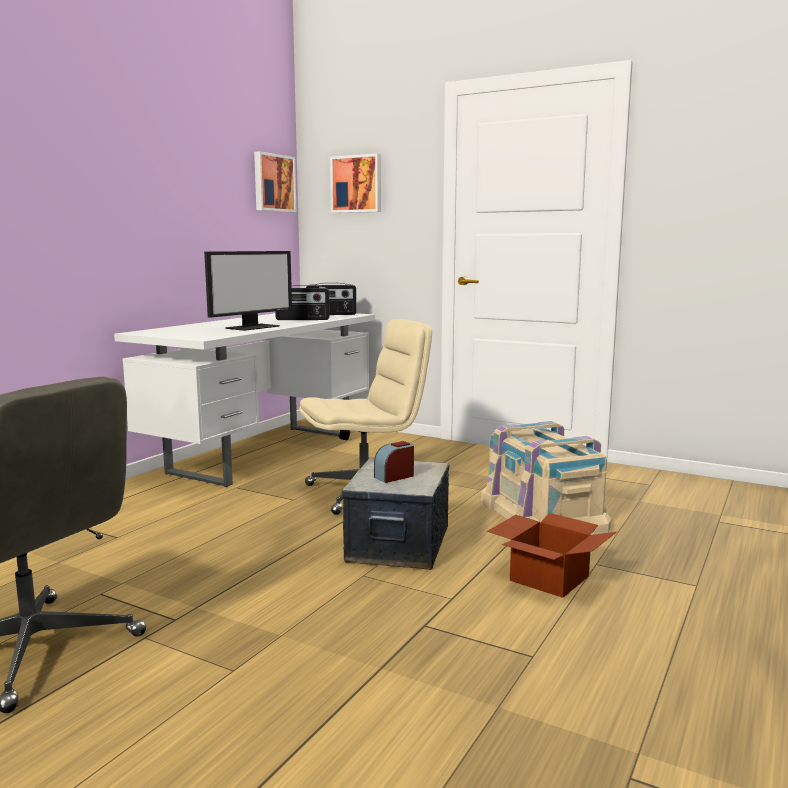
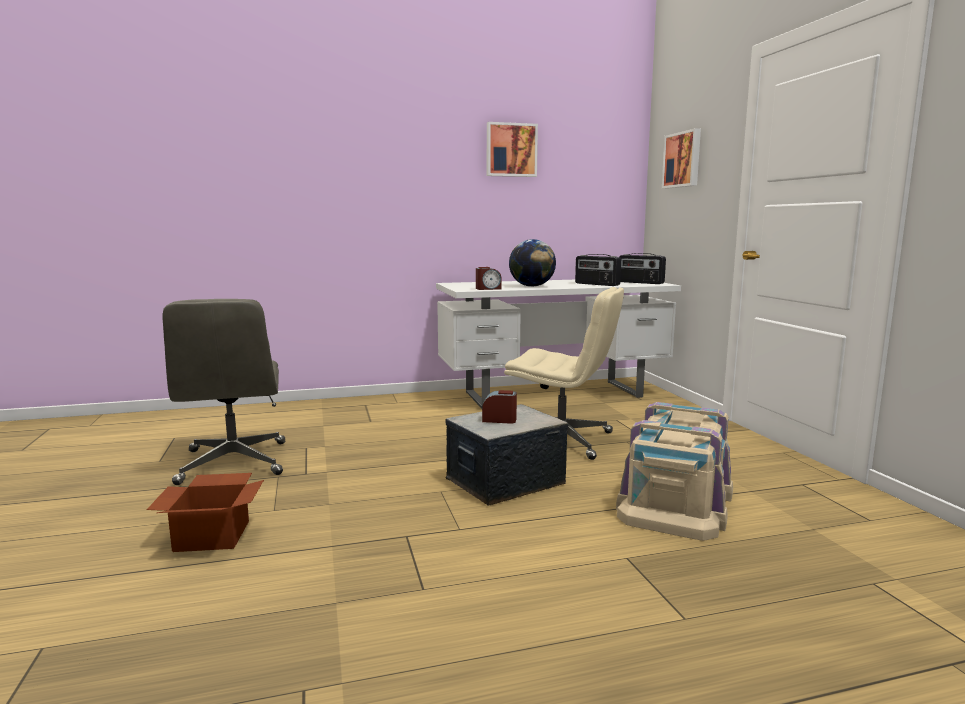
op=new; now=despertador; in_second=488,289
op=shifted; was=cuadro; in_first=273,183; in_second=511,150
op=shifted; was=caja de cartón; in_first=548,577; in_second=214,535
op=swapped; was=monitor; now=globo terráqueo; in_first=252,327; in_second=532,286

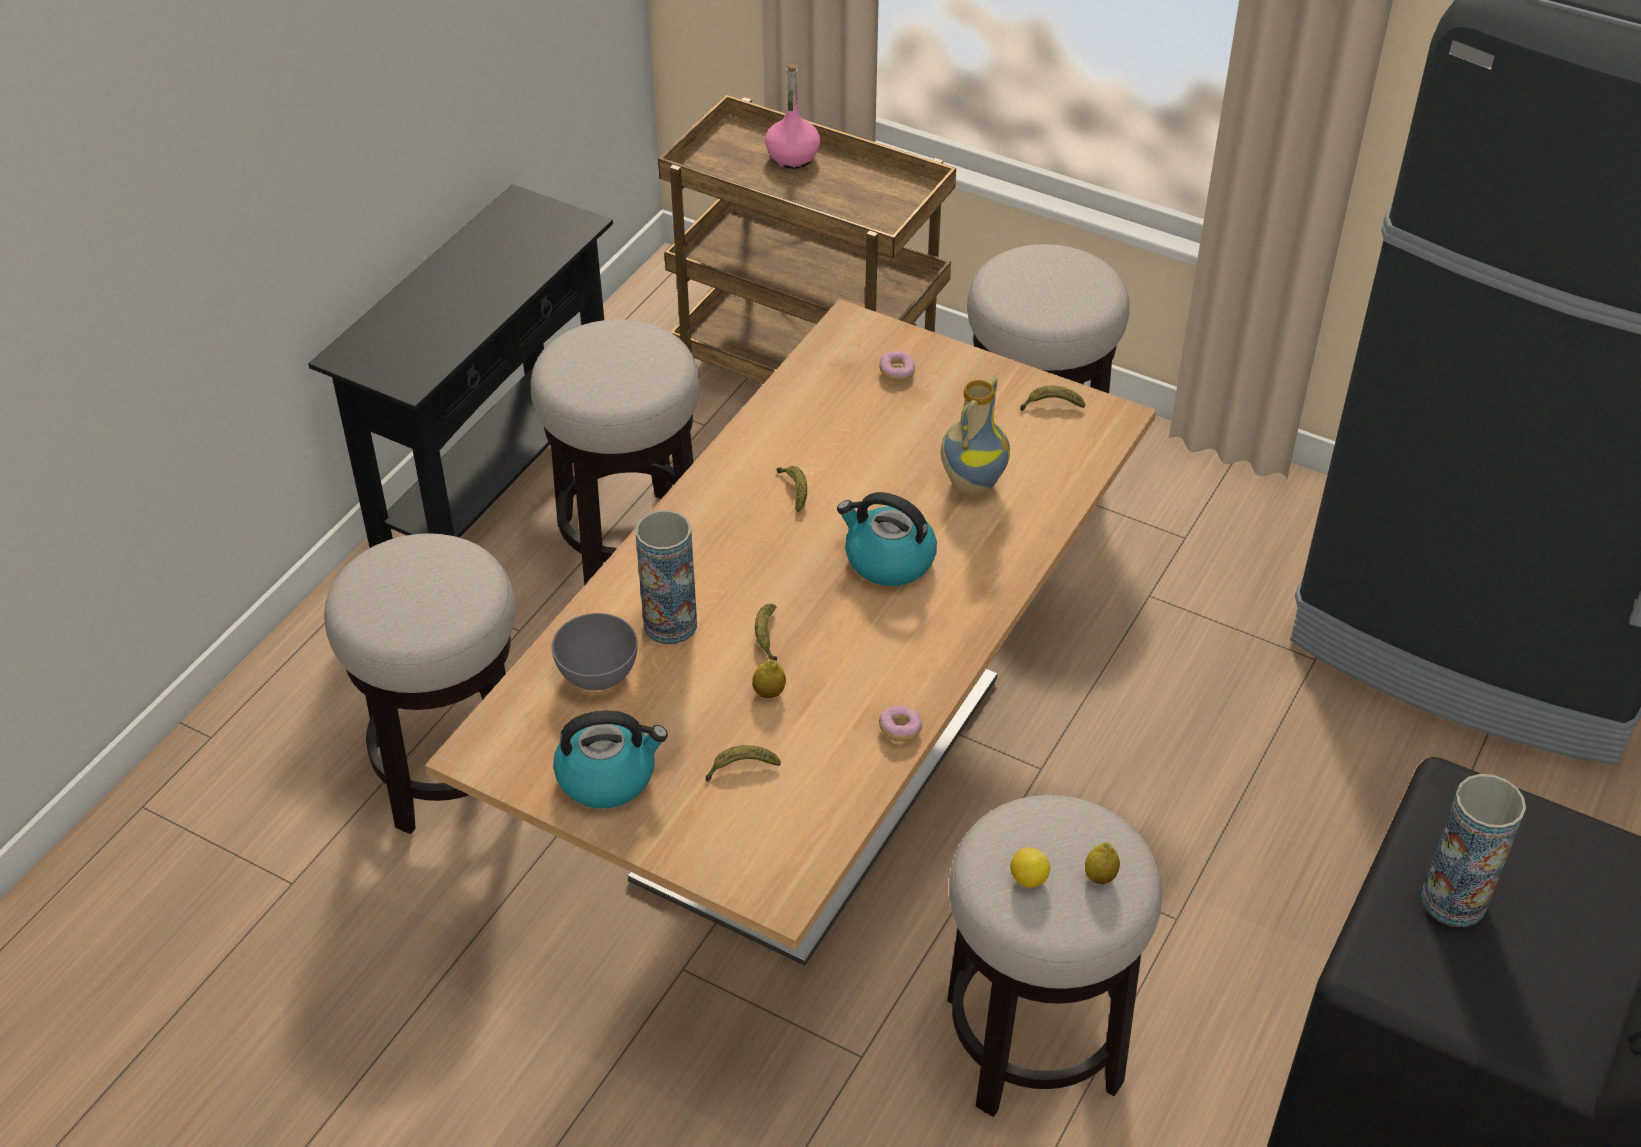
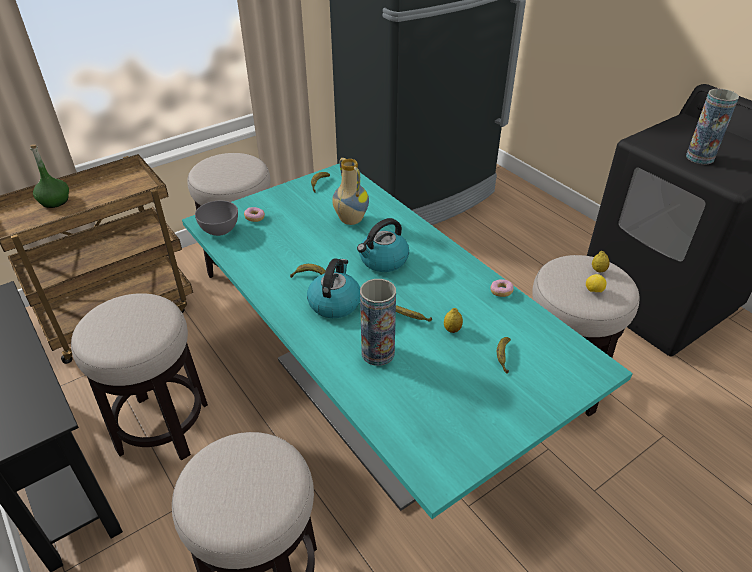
op=shifted; was=cuenco [gris]; in_first=597,674; in_second=219,230
op=shifted; was=hervidor; in_first=608,776; in_second=334,303
op=repainted; was=mesa de comedor [beis]; now=mesa de comedor [turquesa]; in_first=820,777; in_second=376,403
op=repainted; was=botella [rosa]; now=botella [verde]; in_first=793,157; in_second=55,201

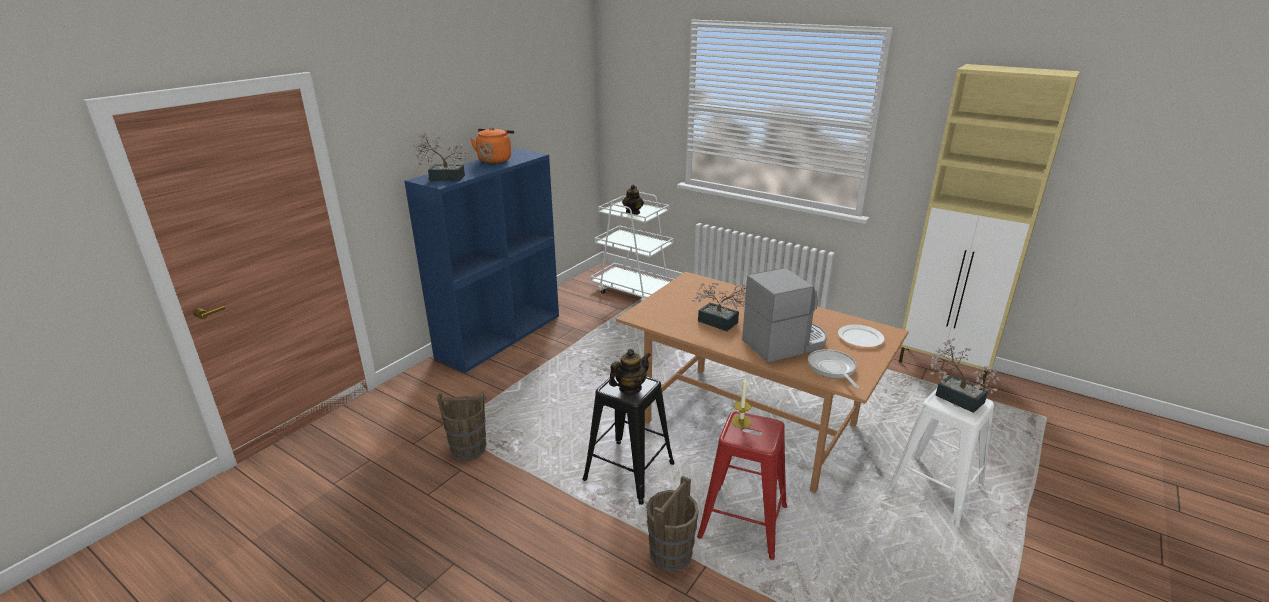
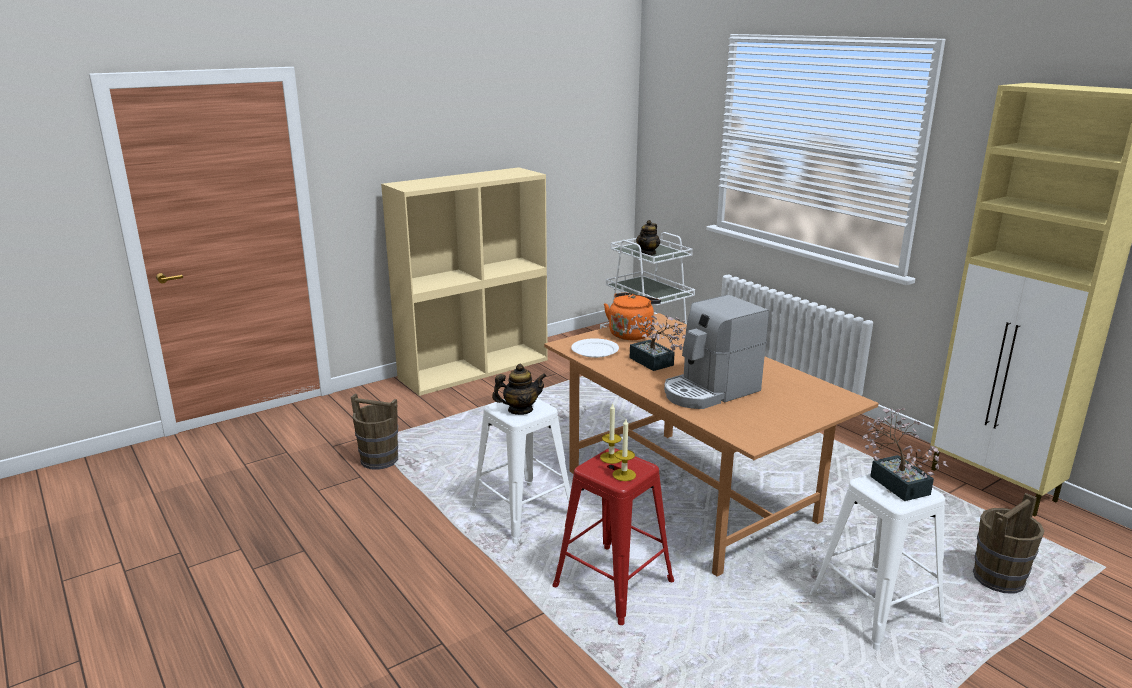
op=gone; was=planta en maceta; in_first=443,178
op=gone; was=sartén; in_first=832,369
op=new; now=vela; in_second=624,475
op=shifted; was=hervidor [naranja]; in_first=495,159; in_second=631,334
op=shifted; was=cubo [marrón]; in_first=671,552; in_second=999,579
op=shifted; was=plato [blanco]; in_first=860,338; in_second=594,350
op=repainted; was=estantería [azul]; now=estantería [beis]; in_first=500,335; in_second=475,368
op=repainted; was=taburete [negro]; now=taburete [blanco]; in_first=627,472; in_second=521,512
op=rotated; was=cafetera; in_first=785,343; in_second=710,391; clockwise=150

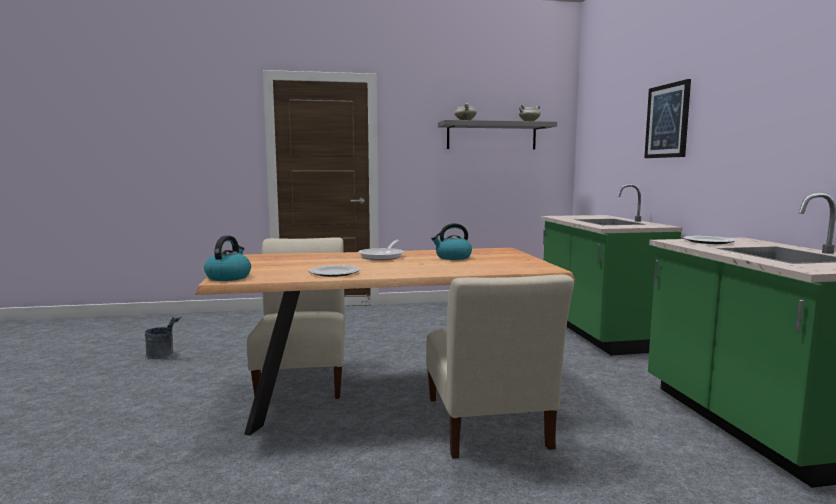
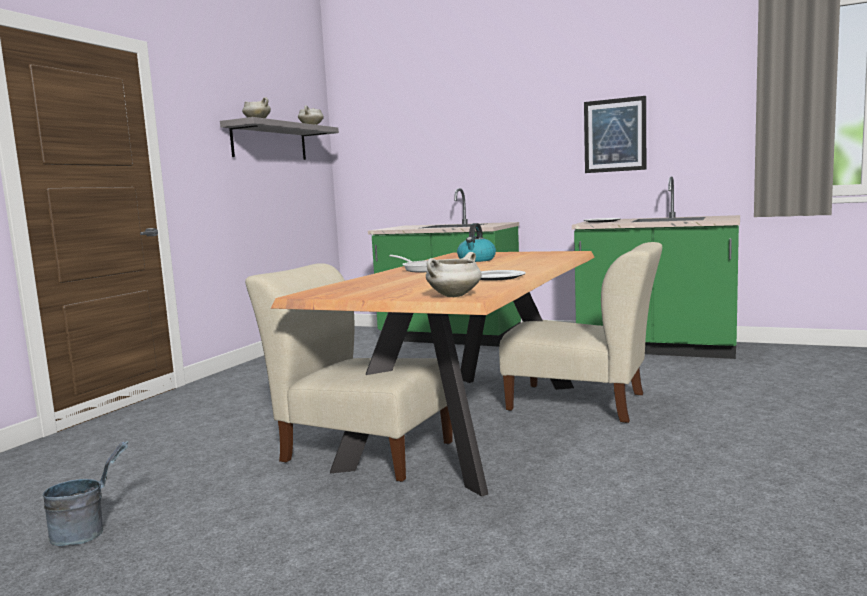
op=shifted; was=cuadro; in_first=667,121; in_second=615,135
op=swapped; was=hervidor; now=olla [blanco]; in_first=228,277; in_second=454,296

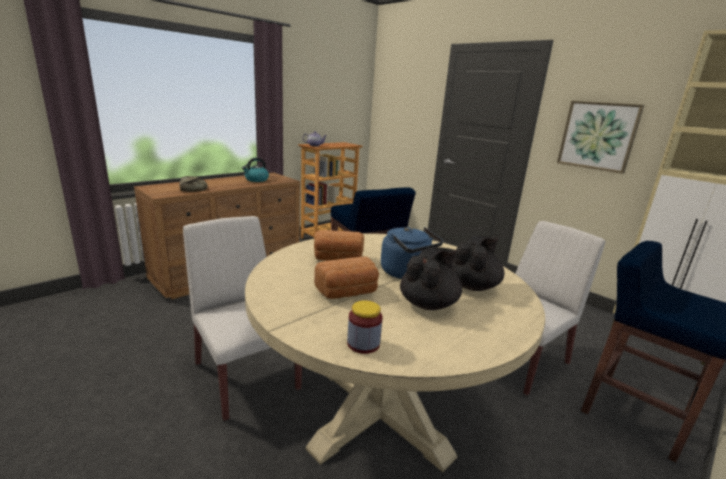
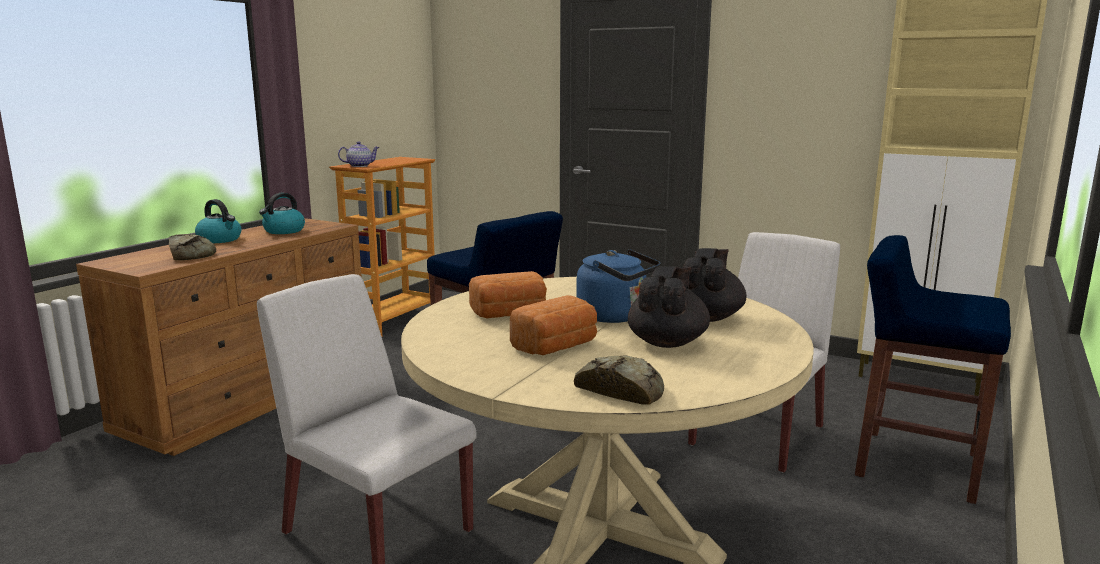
op=gone; was=cuadro; in_first=598,136
op=new; now=hervidor; in_second=220,240
op=swapped; was=tarro; now=pan; in_first=363,344; in_second=621,390

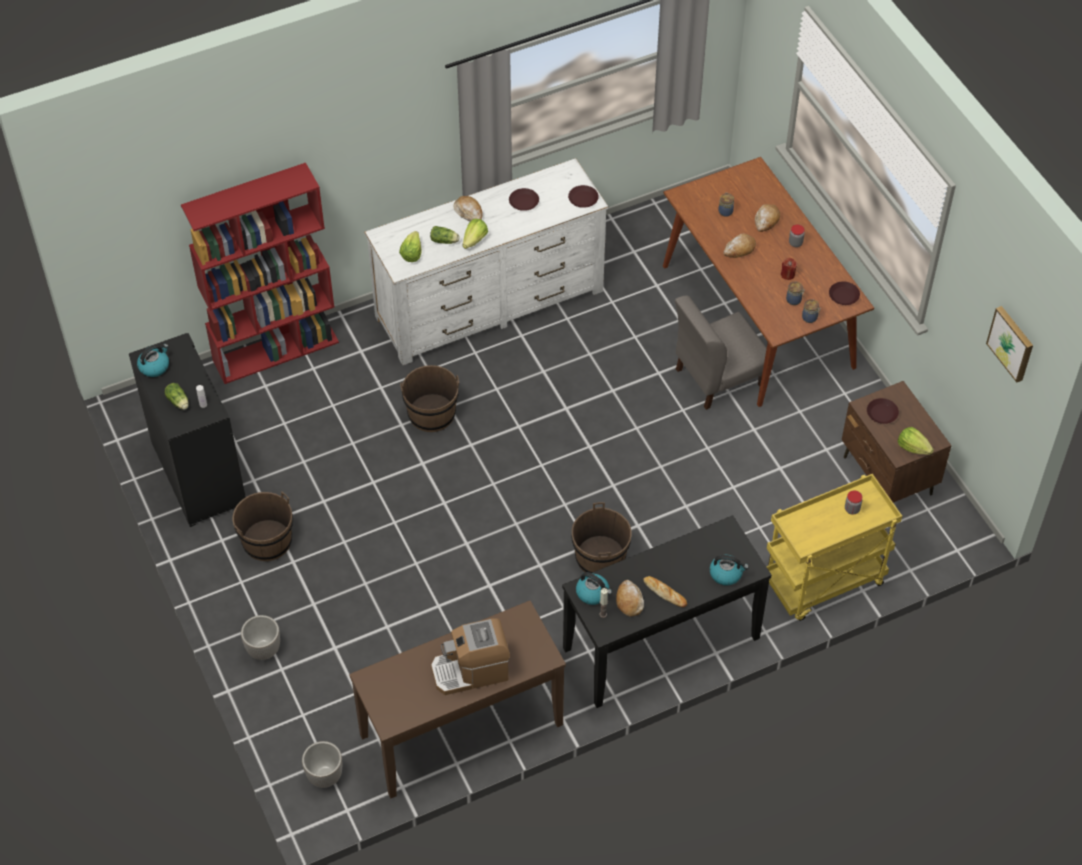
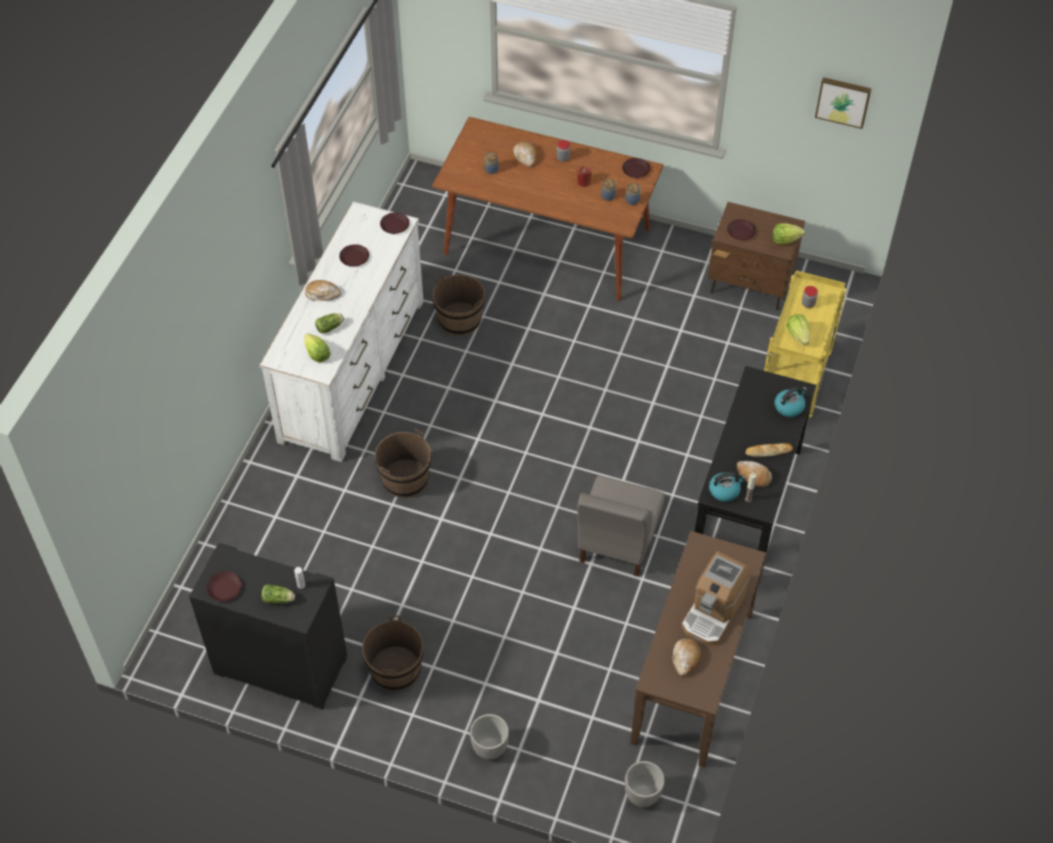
op=gone; was=estantería [rojo]; in_first=276,350
op=shifted; was=lechuga; in_first=474,240; in_second=798,335
op=shifted; was=cubo [marrón]; in_first=600,557; in_second=459,319
op=shifted; was=silla [gris]; in_first=718,377; in_second=617,542
op=shifted; was=pan; in_first=739,249; in_second=686,658
op=swapped; was=hervidor; now=plato [marrón]; in_first=154,366; in_second=224,589

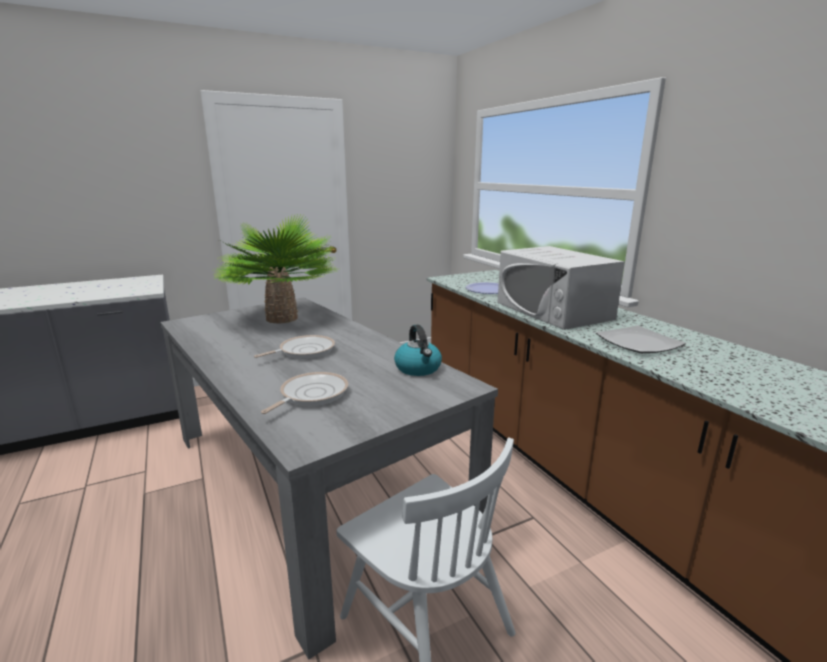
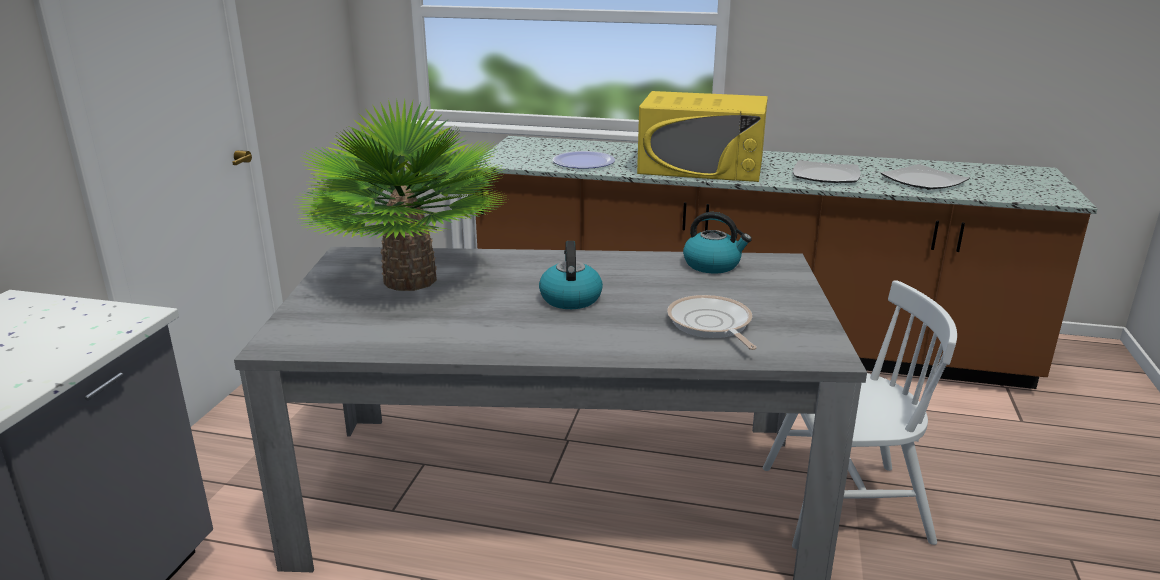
op=new; now=plato; in_second=924,181
op=swapped; was=sartén; now=hervidor; in_first=304,351; in_second=570,298
op=repainted; was=microondas [blanco]; now=microondas [amarillo]; in_first=553,311; in_second=701,167

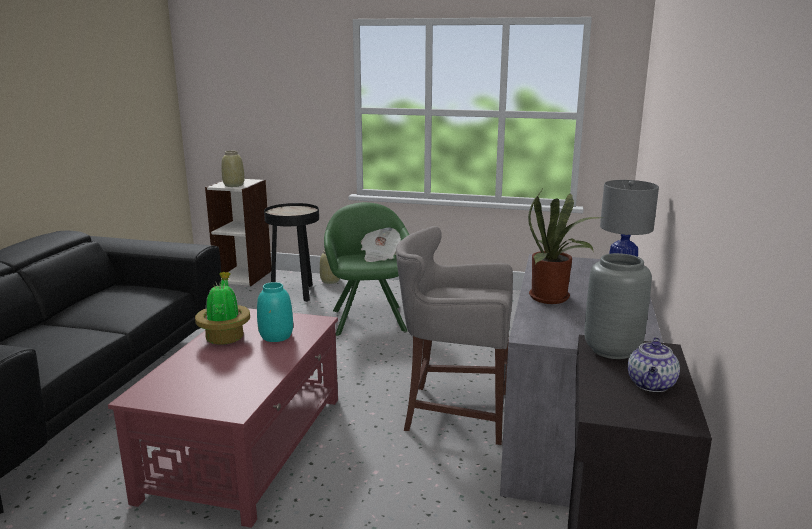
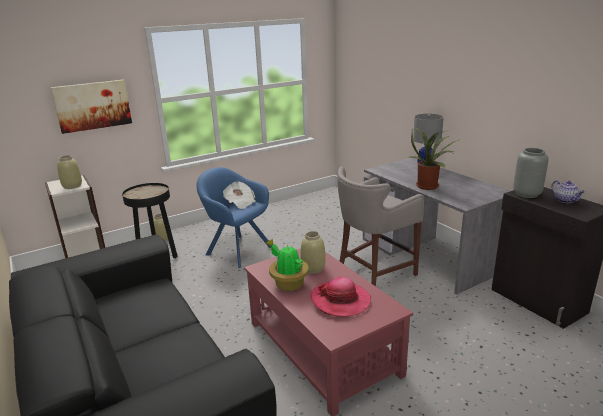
op=new; now=cuadro; in_second=93,105
op=new; now=sombrero; in_second=340,300
op=repainted; was=florero [turquesa]; now=florero [beis]; in_first=276,336; in_second=313,268
op=repainted; was=sillón [verde]; now=sillón [azul]; in_first=368,318; in_second=237,249

